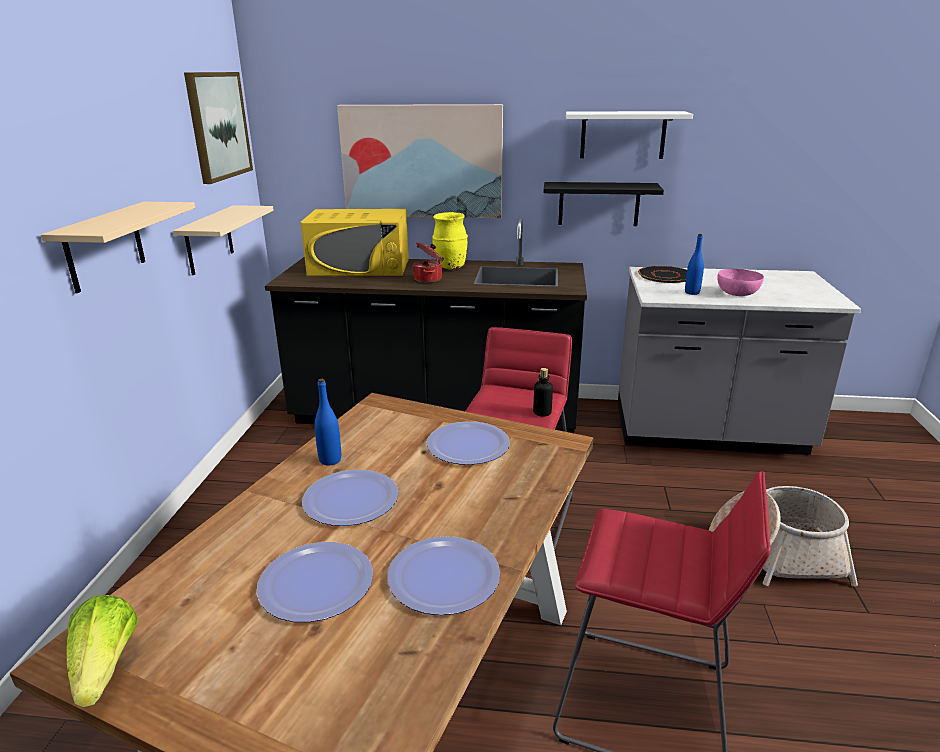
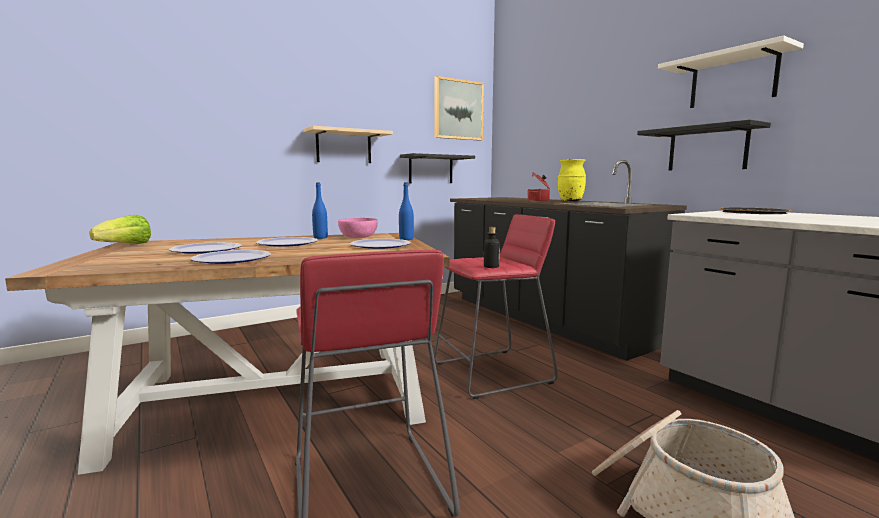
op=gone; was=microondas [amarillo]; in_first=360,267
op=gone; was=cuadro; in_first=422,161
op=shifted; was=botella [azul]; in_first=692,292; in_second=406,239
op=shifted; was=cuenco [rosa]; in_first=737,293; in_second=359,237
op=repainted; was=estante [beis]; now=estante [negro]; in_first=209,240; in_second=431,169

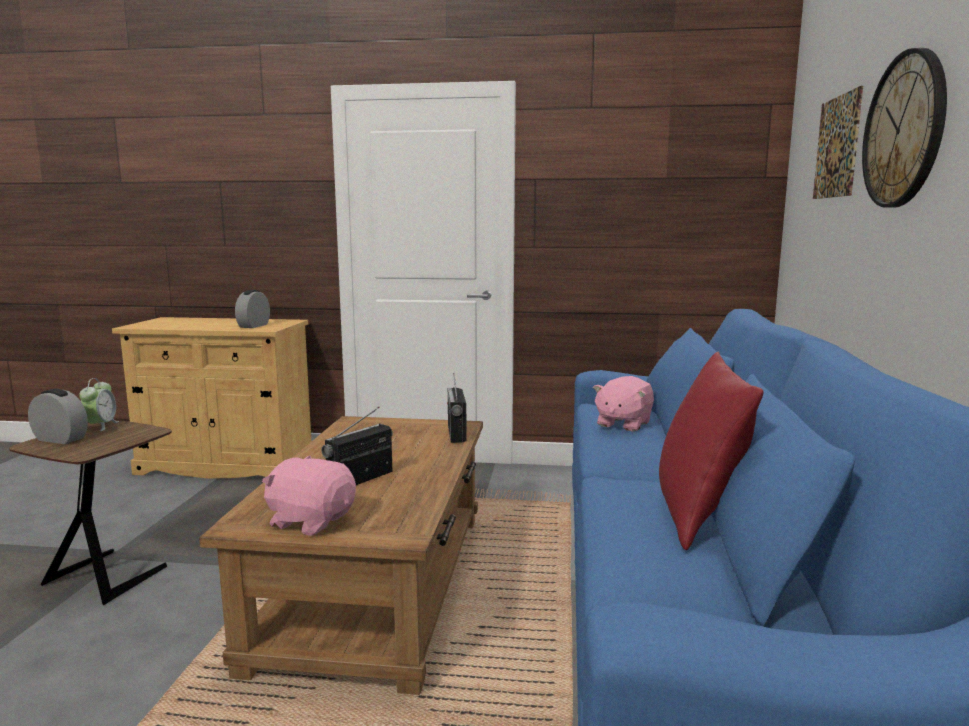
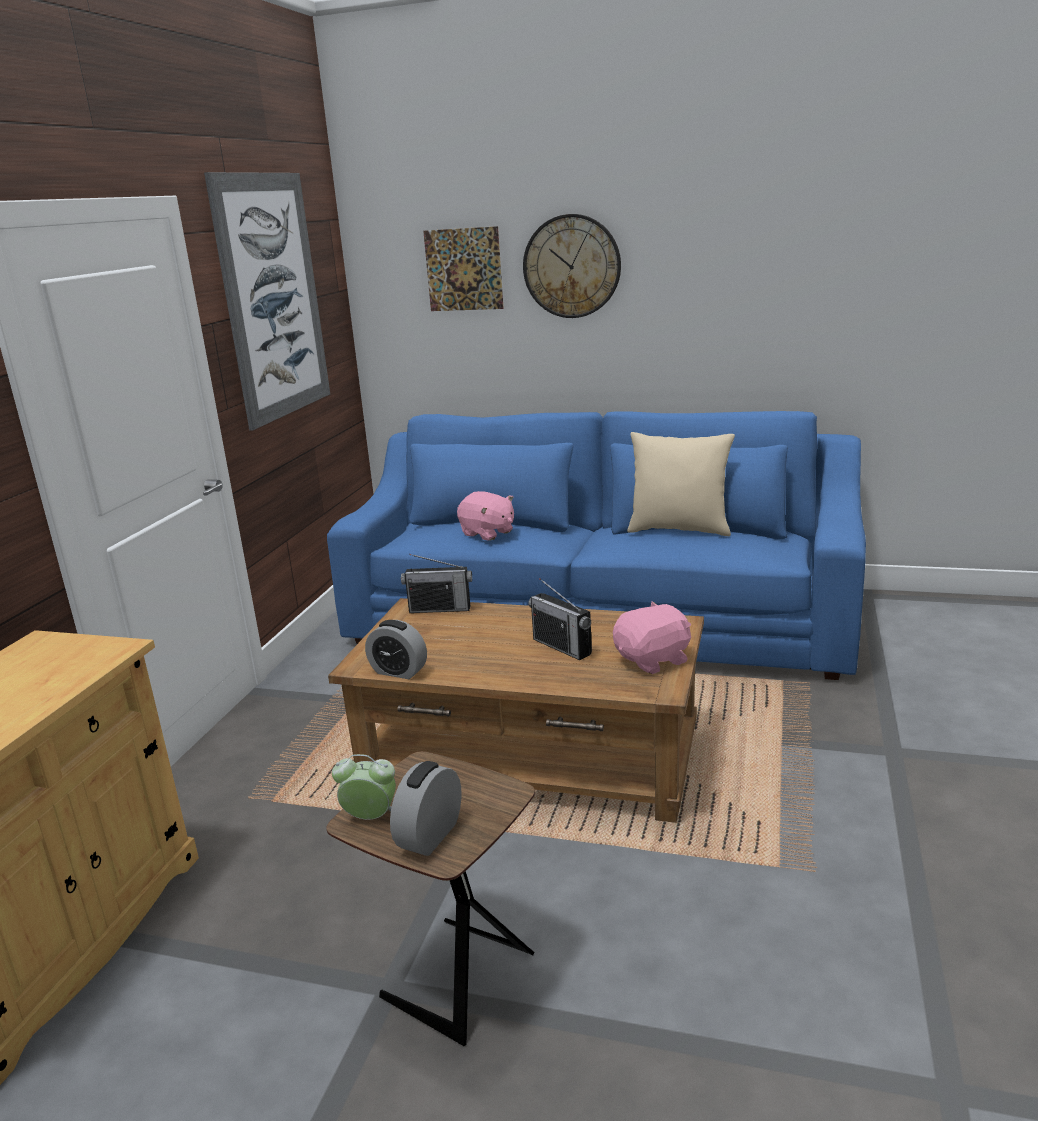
op=new; now=cuadro; in_second=273,297
op=shifted; was=despertador; in_first=253,326; in_second=398,671
op=repainted; was=cojín [rojo]; now=cojín [beis]; in_first=698,515; in_second=679,529
op=rotated; was=peluche [rosa]; in_first=311,521; in_second=653,660; clockwise=-150

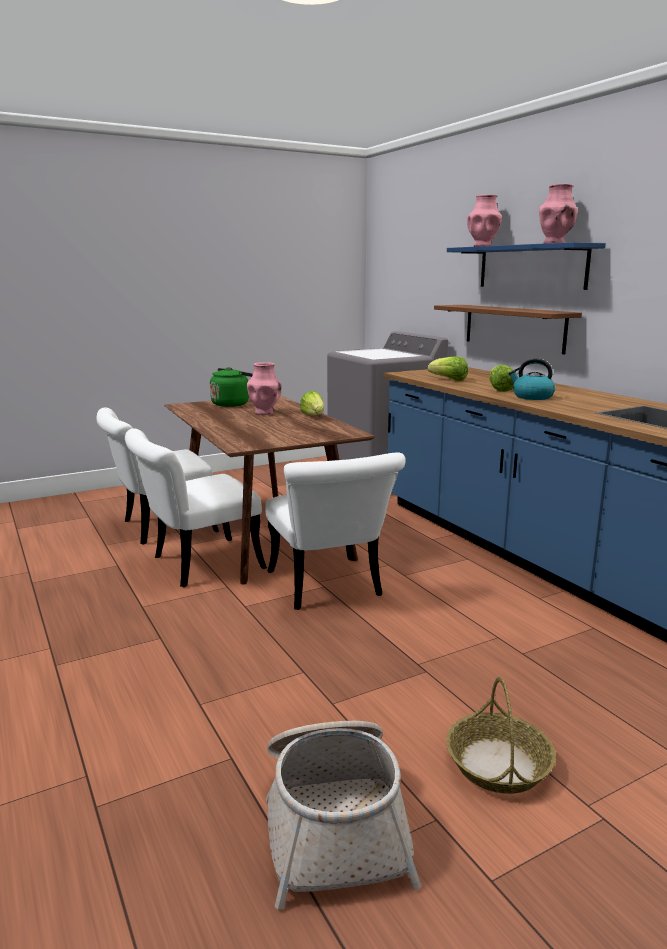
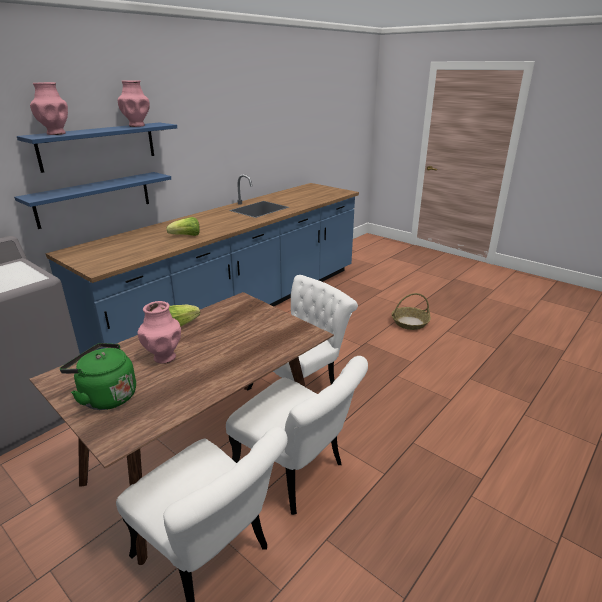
op=gone; was=cesta; in_first=334,822
op=gone; was=lechuga; in_first=449,380
op=gone; was=hervidor; in_first=532,397
op=repainted; was=estante [marrón]; now=estante [azul]; in_first=513,327; in_second=94,199

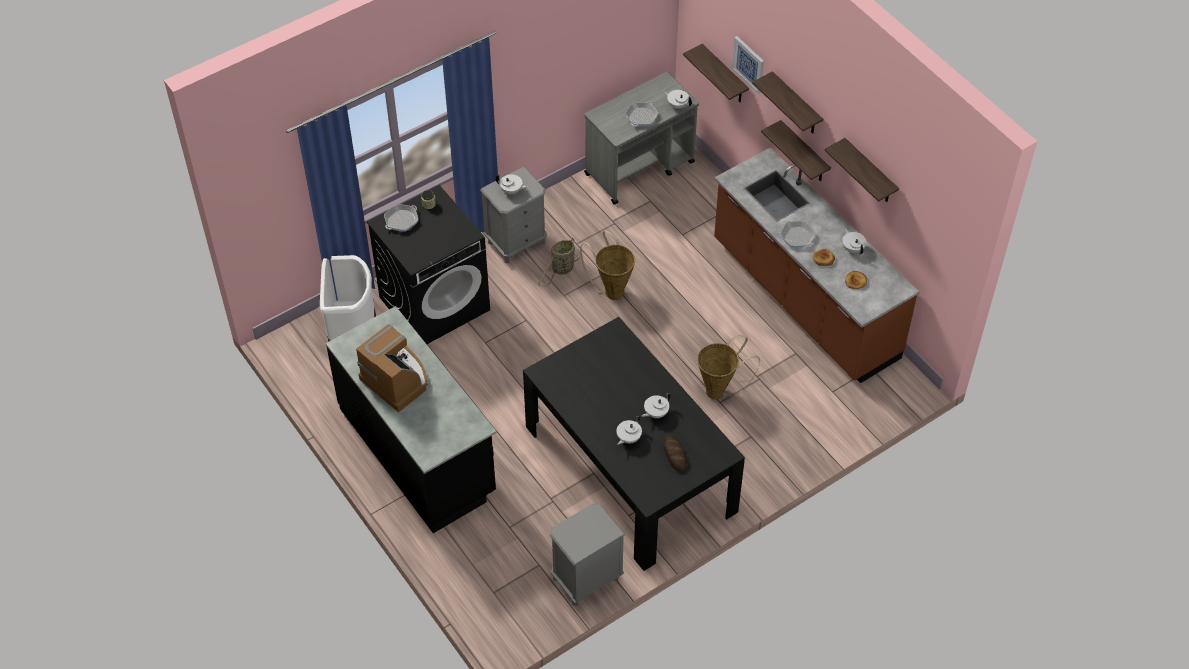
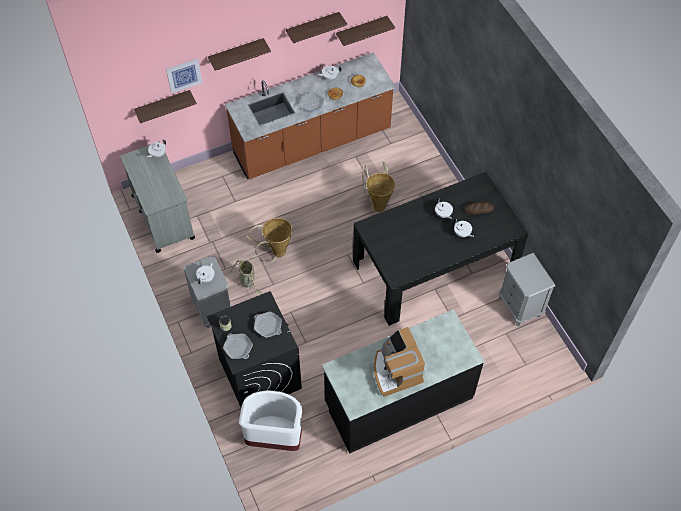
op=shifted; was=sartén; in_first=641,117; in_second=268,326
op=shifted; was=estante; in_first=804,153; in_second=361,31
op=rotated; was=cafetera; in_first=397,379; in_second=395,370; clockwise=-75

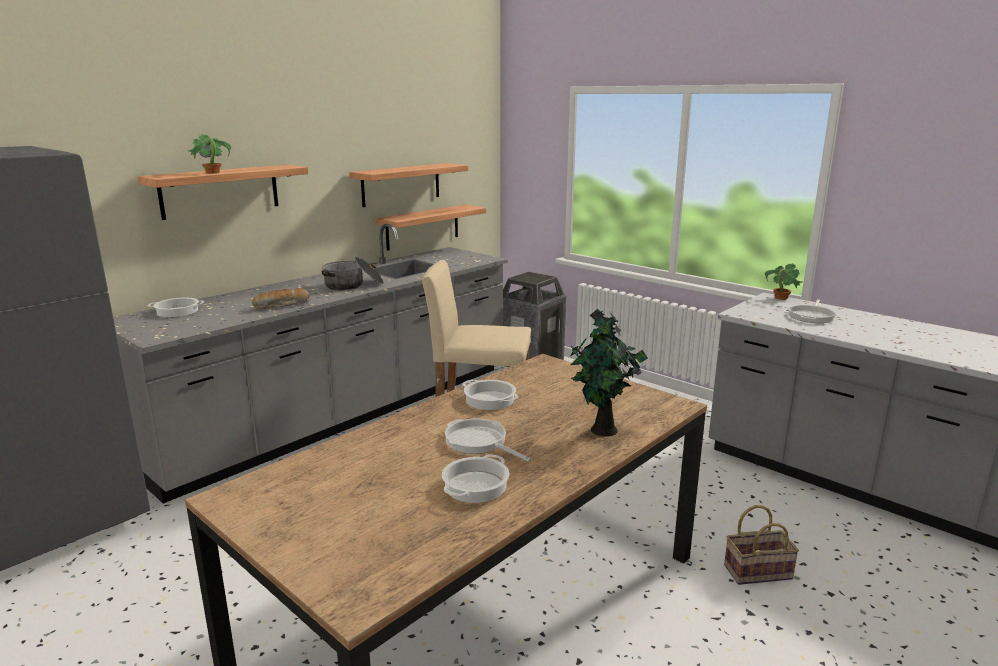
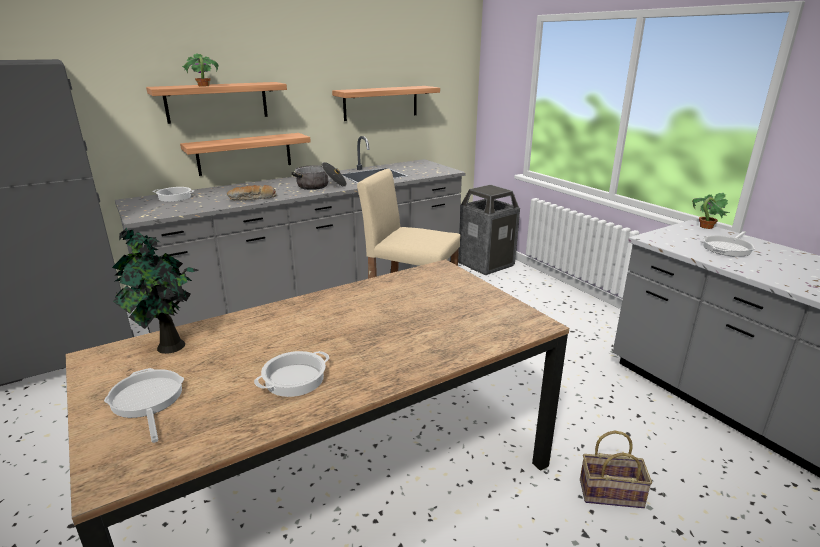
op=gone; was=olla; in_first=490,400
op=shifted; was=estante; in_first=423,227; in_second=244,154
op=shifted; was=sartén; in_first=479,442; in_second=147,401
op=shifted; was=planta en maceta; in_first=603,431; in_second=168,347

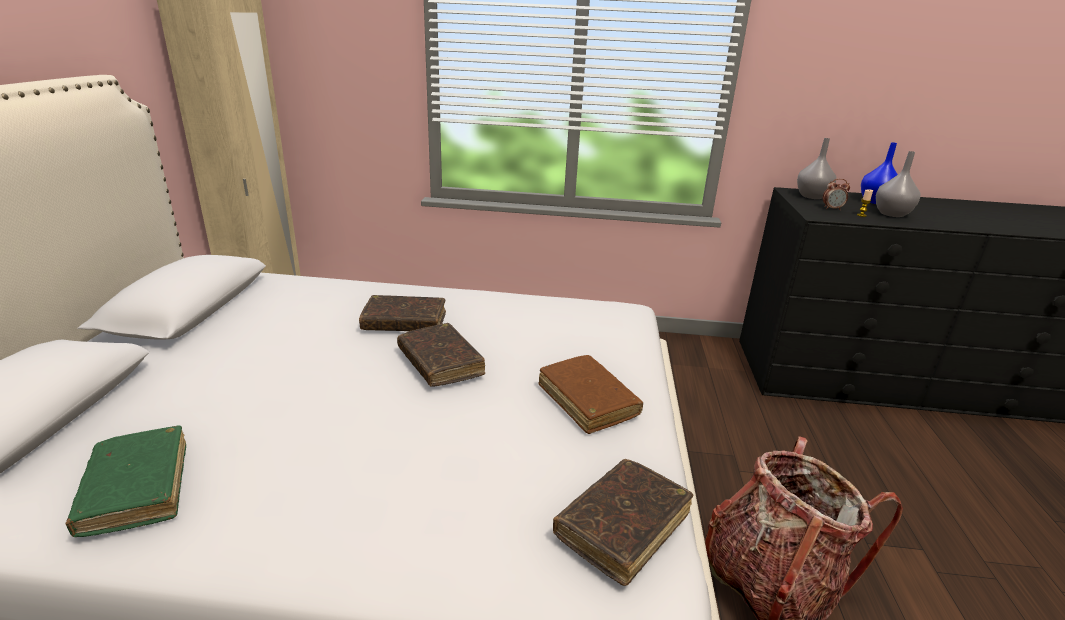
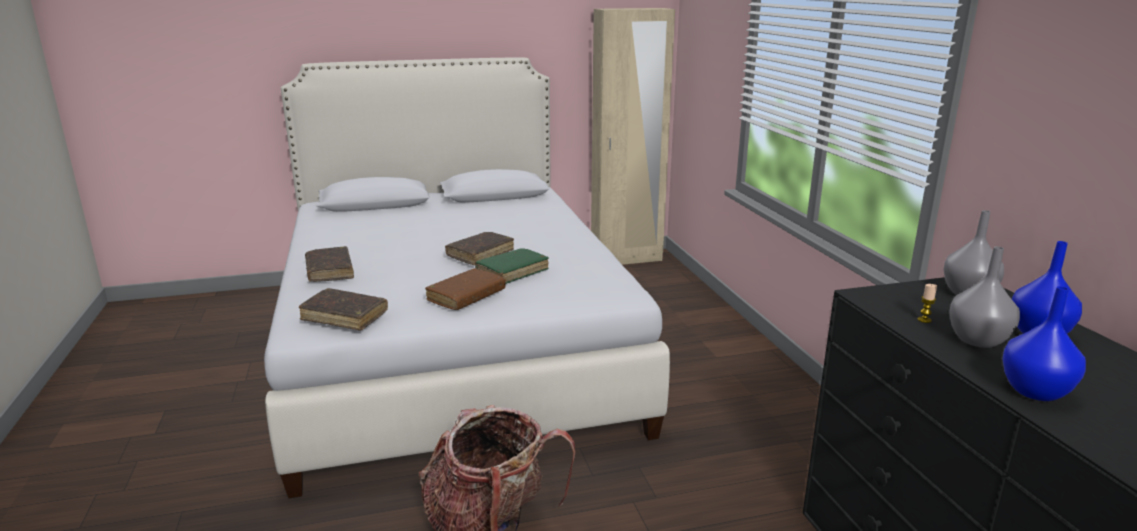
op=gone; was=despertador; in_first=832,209
op=new; now=florero [azul]; in_second=1033,391
op=shifted; was=libro [verde]; in_first=136,489; in_second=512,272
op=shifted; was=libro [marrón]; in_first=404,322; in_second=329,271

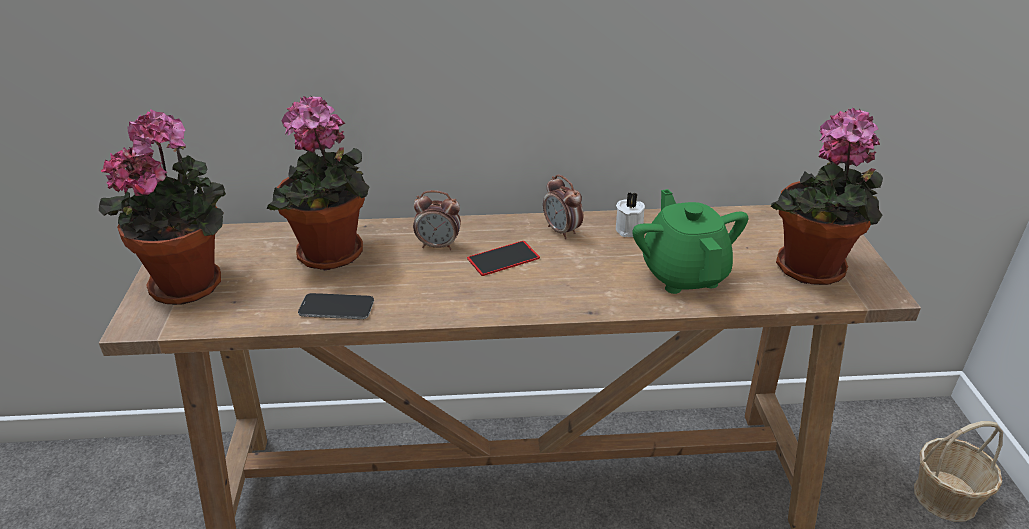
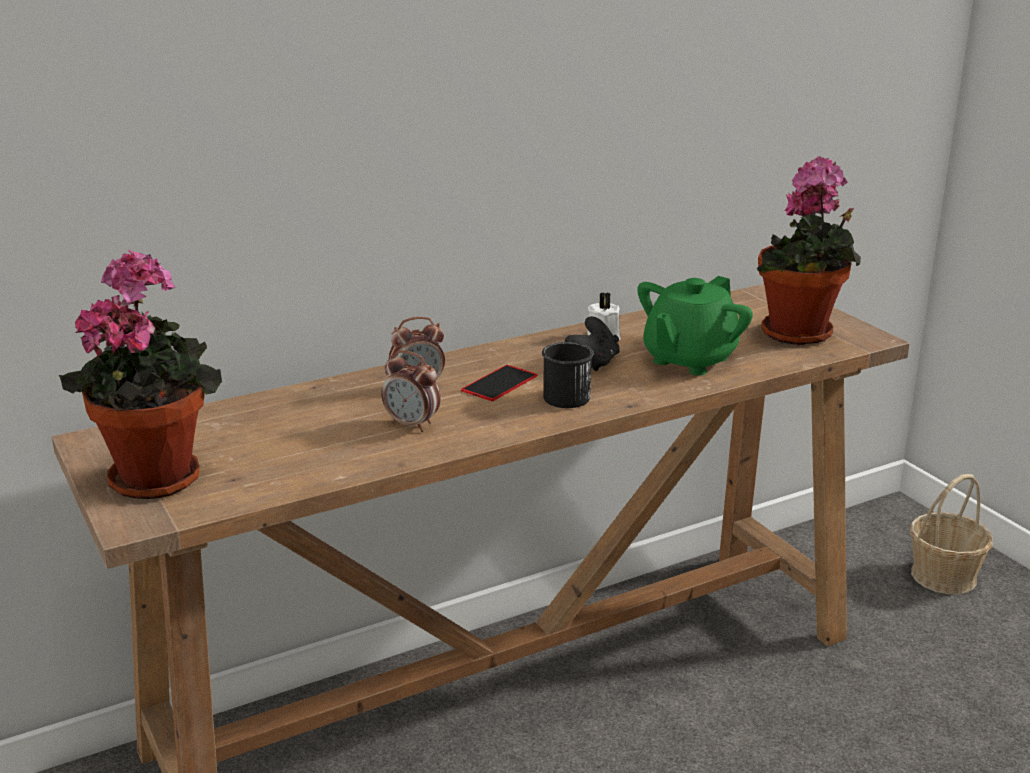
op=gone; was=planta en maceta; in_first=332,256
op=gone; was=móvil; in_first=336,308
op=new; now=taza grande [negro]; in_second=571,395
op=new; now=mando de consola [negro]; in_second=594,362
op=shifted; was=despertador; in_first=562,231; in_second=412,425
op=rotated; was=tetera [verde]; in_first=683,274; in_second=689,360; clockwise=-105

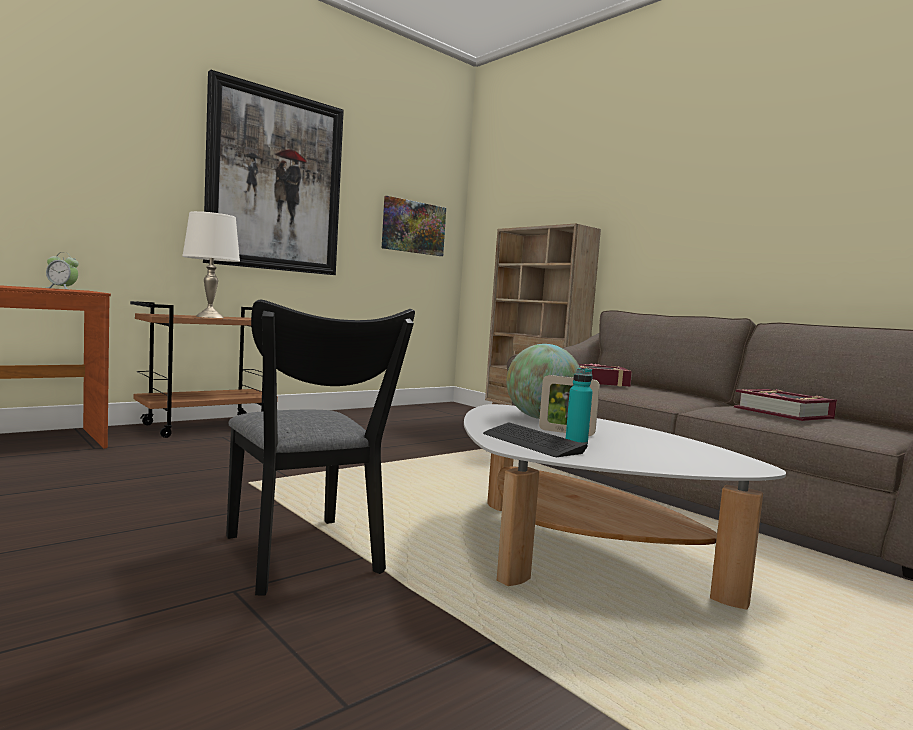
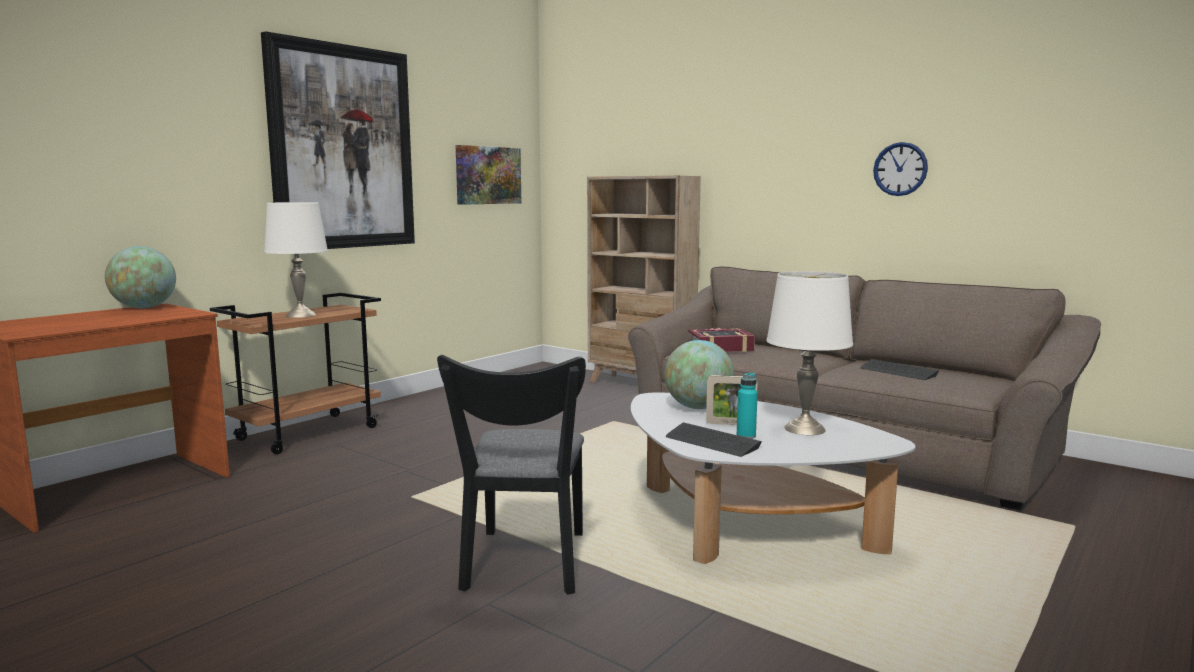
op=new; now=lámpara de mesa [blanco]; in_second=804,429
op=new; now=reloj de pared; in_second=900,169
op=swapped; was=despertador; now=globo terráqueo; in_first=62,288; in_second=144,308
op=swapped; was=libro; now=teclado; in_first=783,413; in_second=898,372
op=rotated; was=silla [negro]; in_first=305,559; in_second=524,566; clockwise=45

